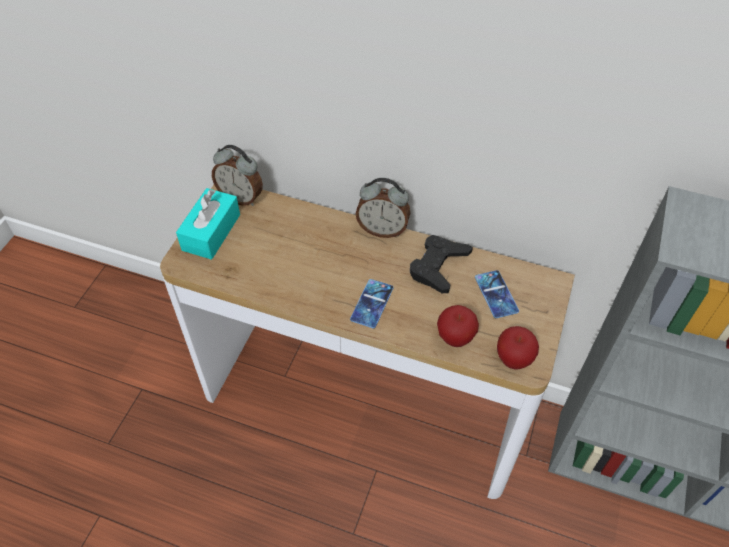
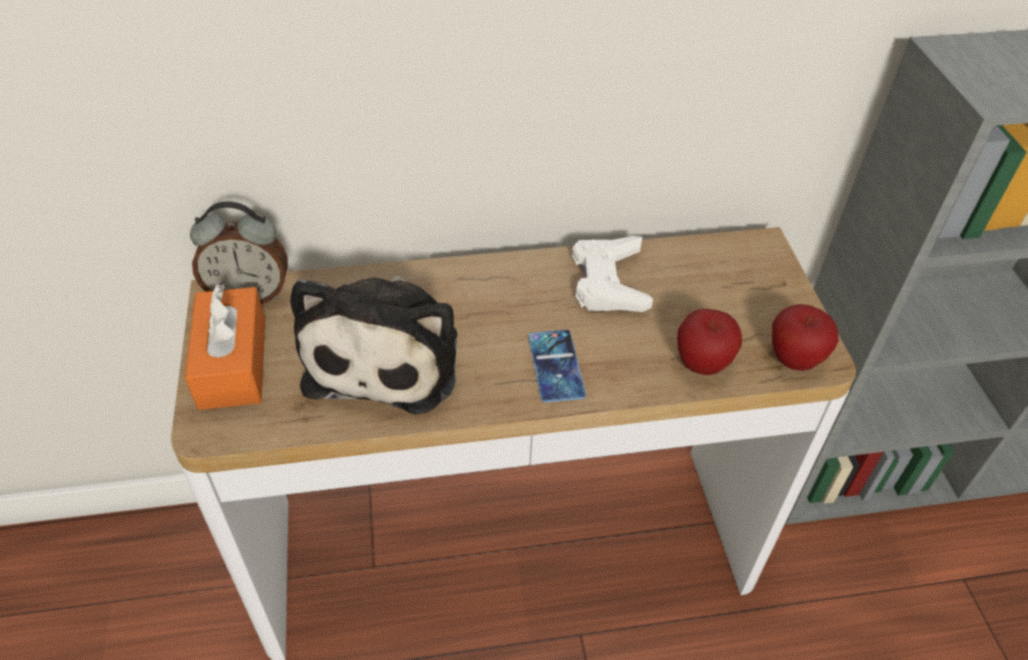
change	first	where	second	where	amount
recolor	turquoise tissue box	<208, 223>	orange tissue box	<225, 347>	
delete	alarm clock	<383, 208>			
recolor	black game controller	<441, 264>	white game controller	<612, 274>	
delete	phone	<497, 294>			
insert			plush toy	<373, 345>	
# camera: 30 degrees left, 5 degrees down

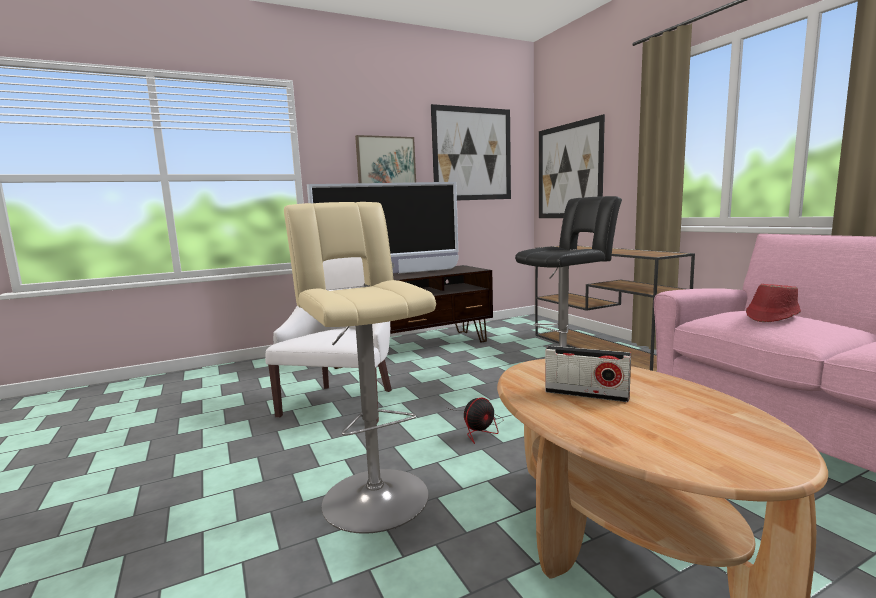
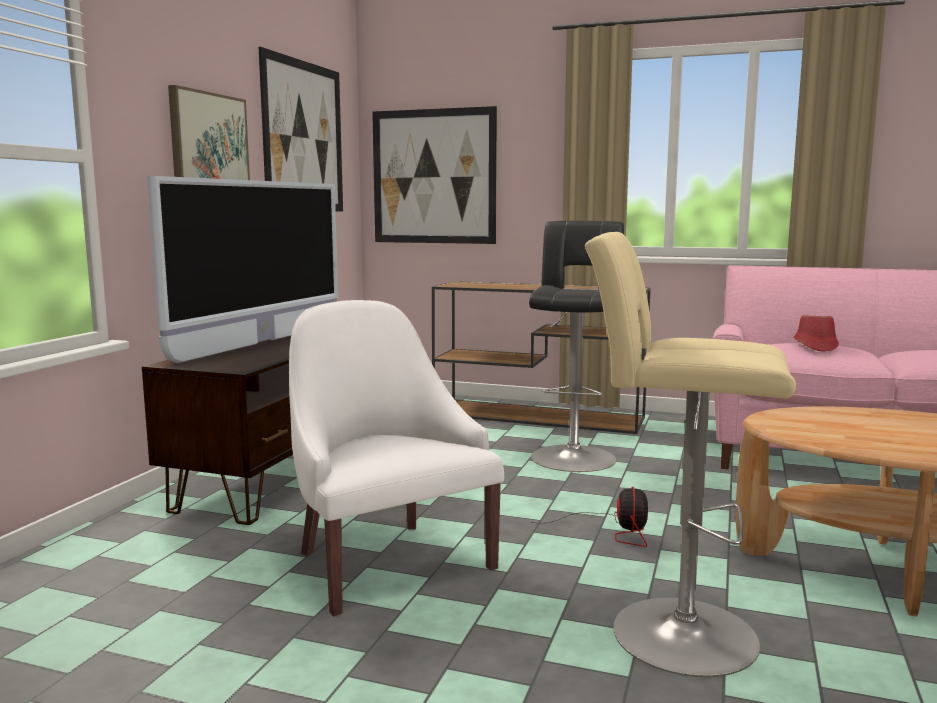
change	first	where	second	where	amount
delete	radio	<588, 374>			
# camera: 45 degrees left, 0 degrees up

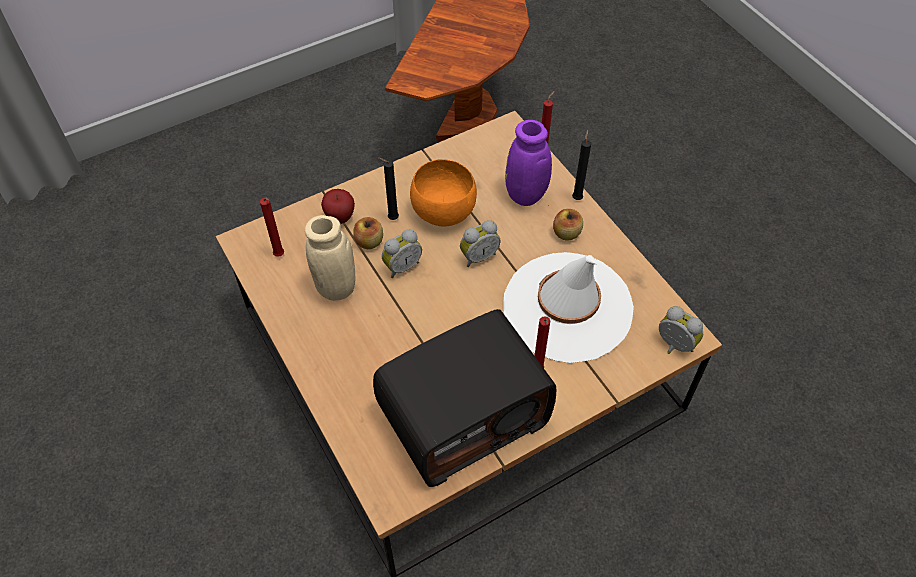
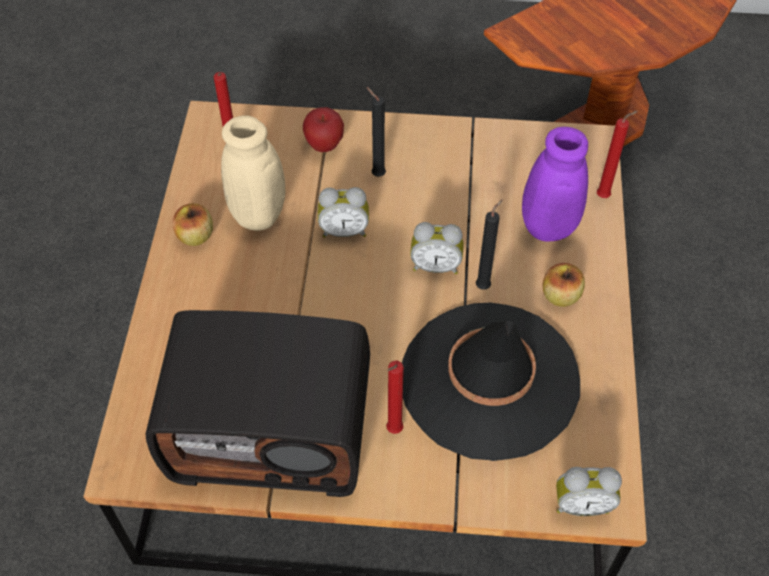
change	first	where	second	where	amount
move	apple	<368, 233>		<193, 224>	
delete	orange bowl	<443, 193>			
recolor	white hat	<568, 307>	black hat	<491, 382>	
move	black candle	<581, 165>		<489, 244>	
rotate	alarm clock	<681, 330>		<589, 491>	105 degrees clockwise
# camera: 35 degrees right, 0 degrees up

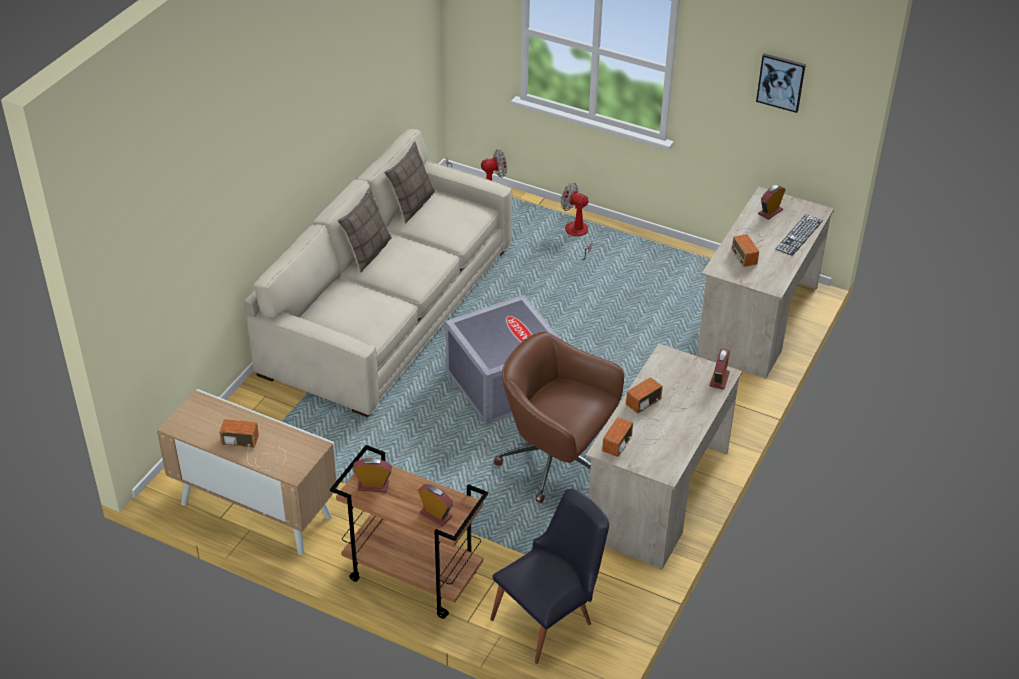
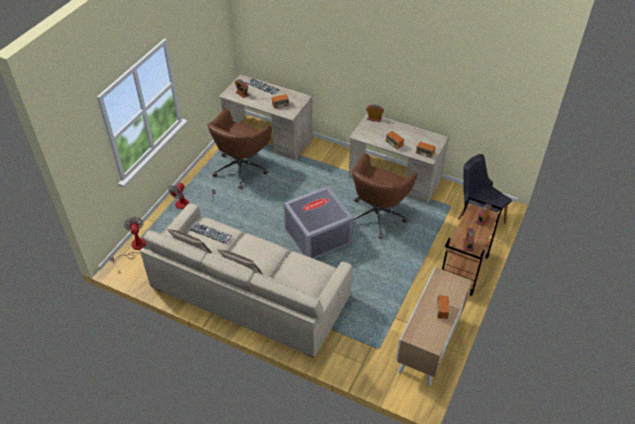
change	first	where	second	where	amount
delete	picture	<781, 83>			
insert			keyboard	<210, 233>	
insert			brown office chair	<239, 149>	
# camera: 90 degrees left, 5 degrees up

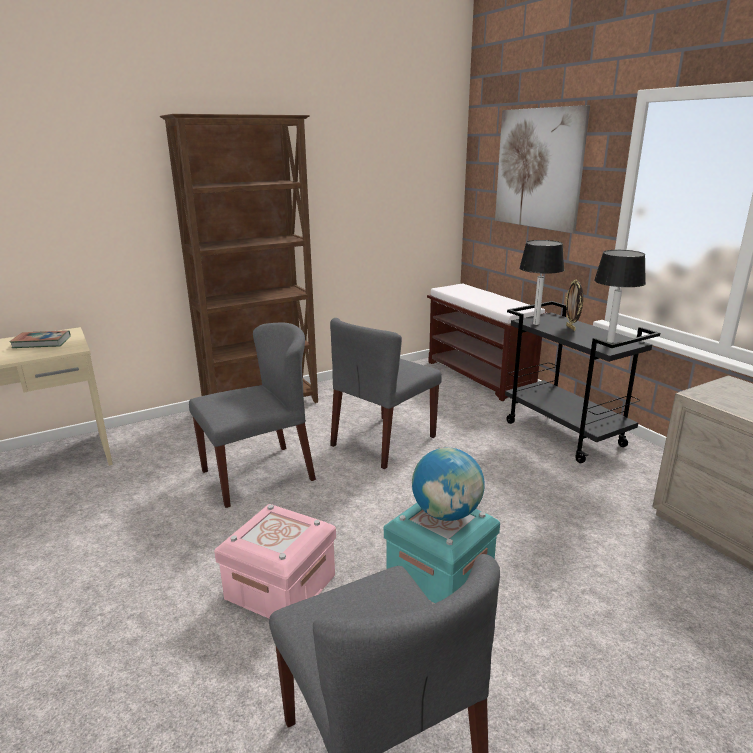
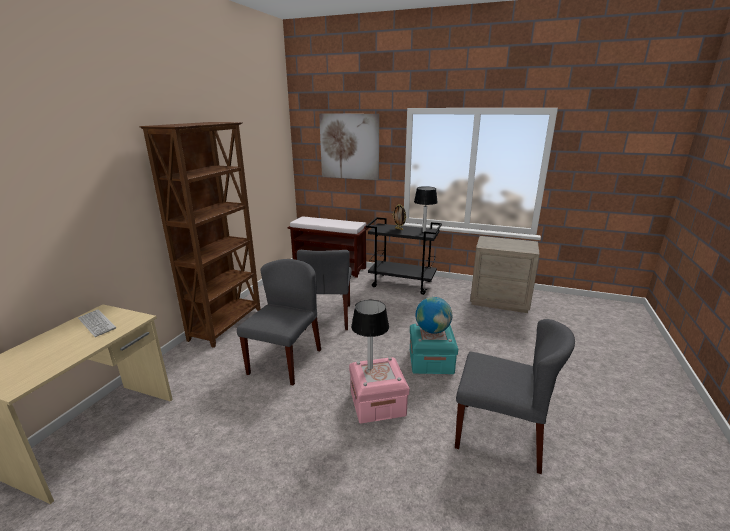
change	first	where	second	where	amount
replace	book	<40, 339>	keyboard	<97, 323>	
move	table lamp	<541, 282>		<370, 335>	
# camera: 40 degrees left, 0 degrees up

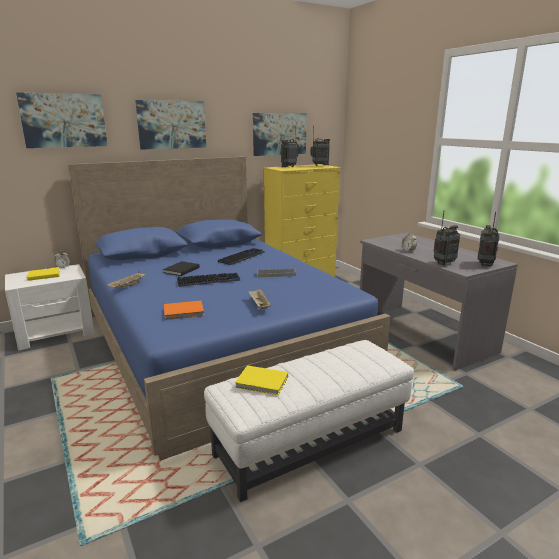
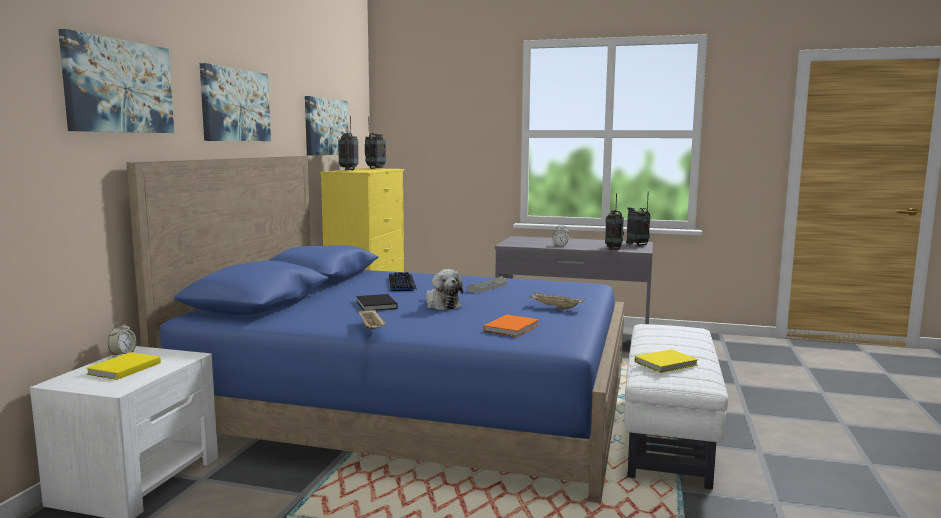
change	first	where	second	where	amount
replace	keyboard	<208, 280>	plush toy	<444, 289>	
# camera: 45 degrees left, 10 degrees down

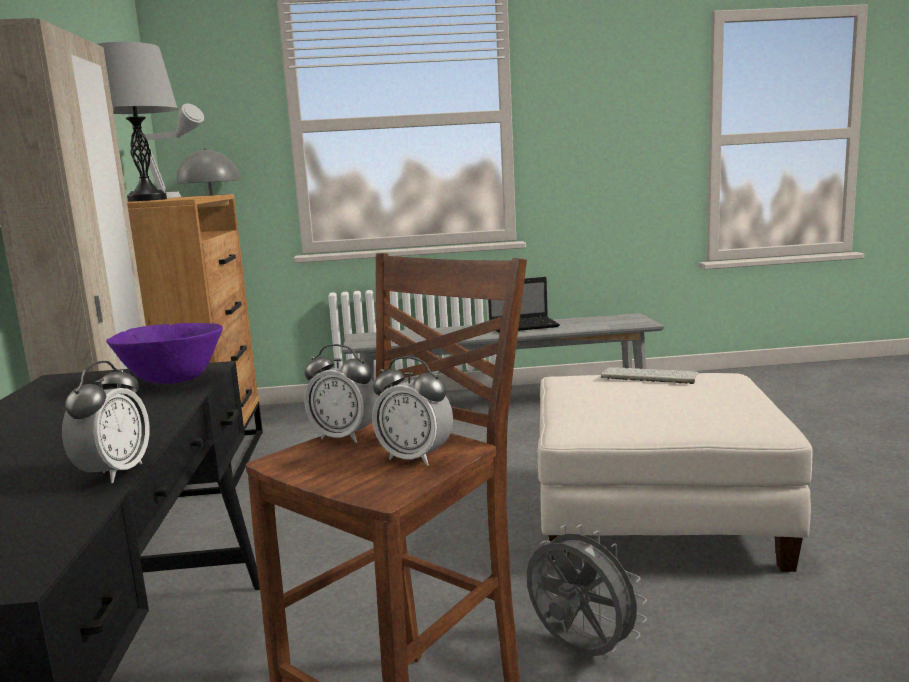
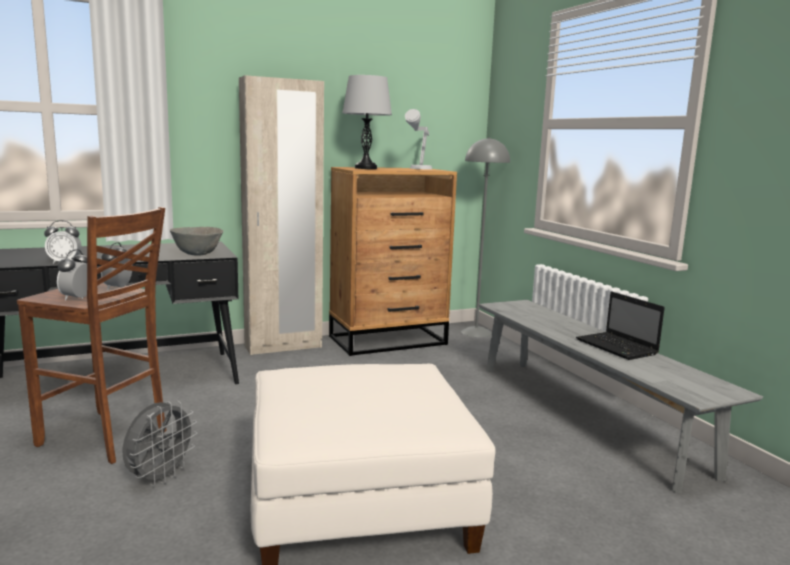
change	first	where	second	where	amount
recolor	purple bowl	<164, 353>	grey bowl	<197, 241>	
delete	keyboard	<649, 375>			
# camera: 70 degrees right, 0 degrees up

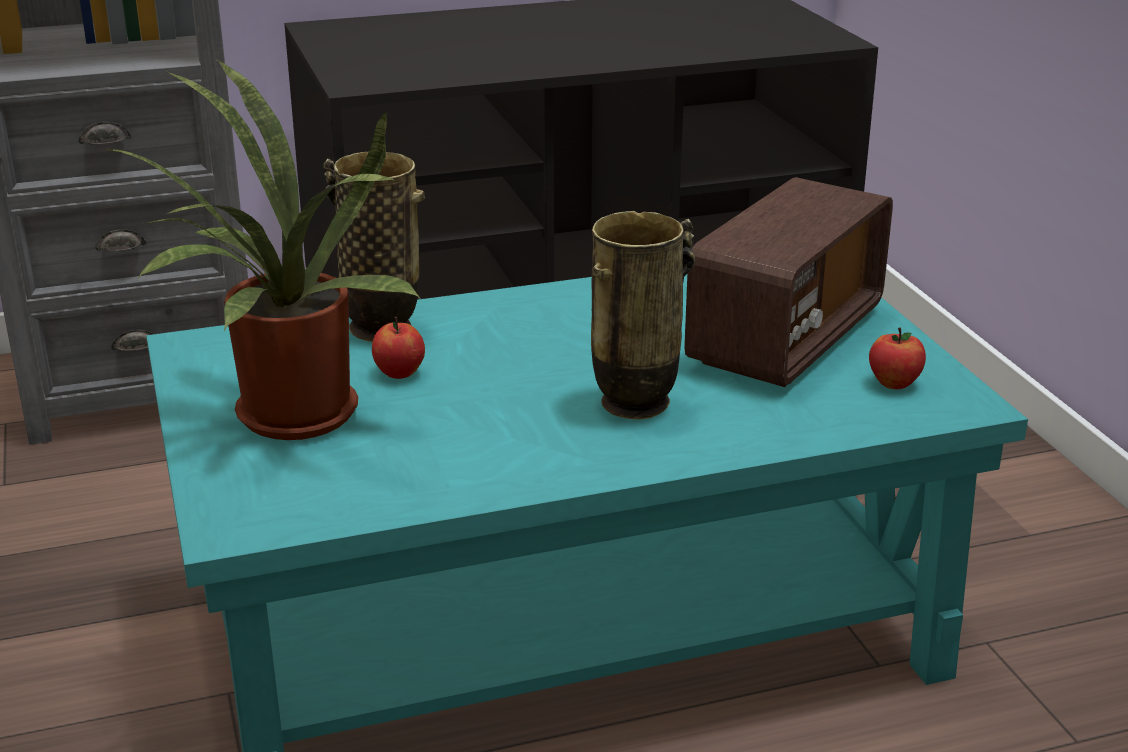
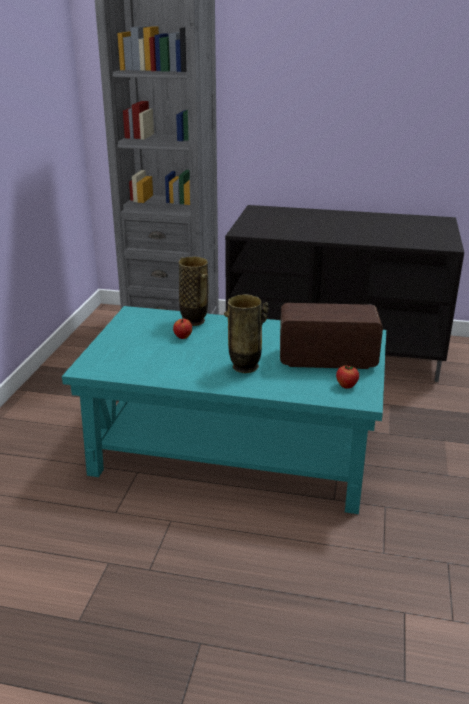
change	first	where	second	where	amount
delete	potted plant	<261, 249>			
rotate	radio	<788, 282>		<331, 336>	150 degrees counterclockwise
# camera: 30 degrees right, 0 degrees up

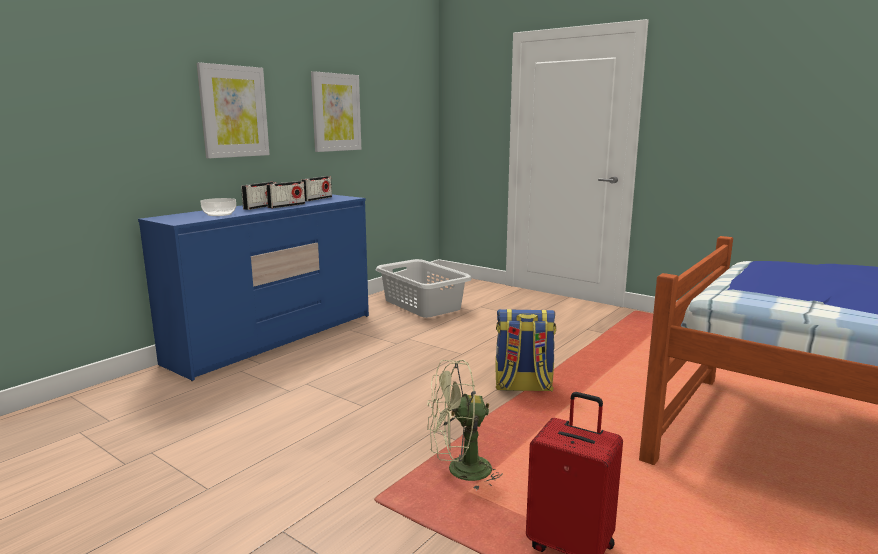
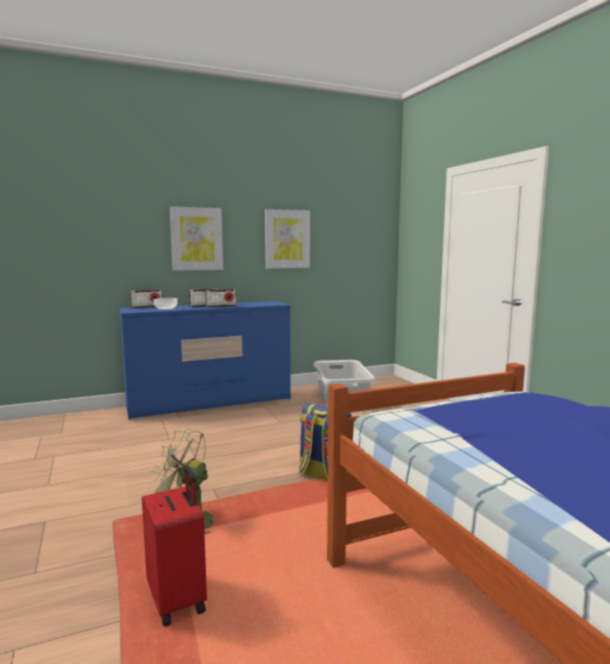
change	first	where	second	where	amount
move	radio	<316, 188>		<146, 299>	
# camera: 30 degrees right, 5 degrees down

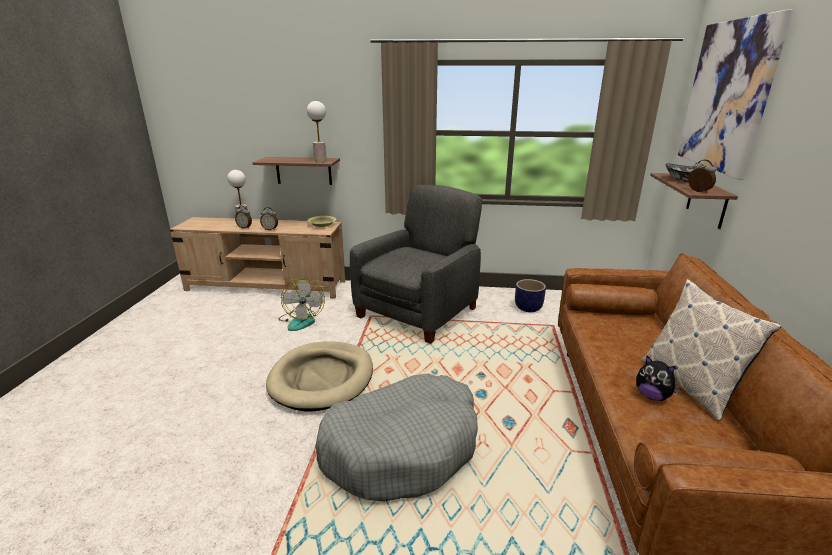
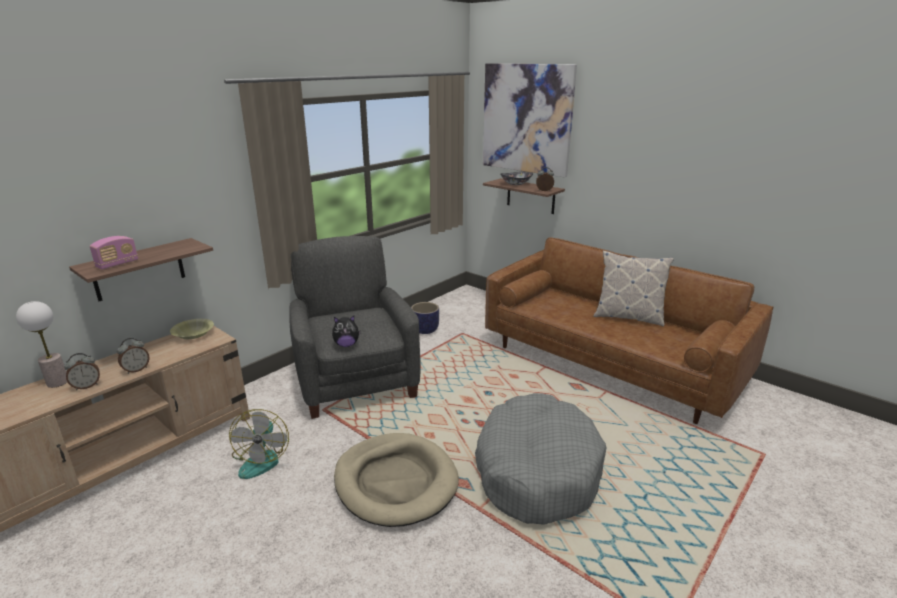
change	first	where	second	where	amount
rotate	fan	<302, 305>		<259, 444>	60 degrees clockwise
delete	table lamp	<317, 131>			
move	plush toy	<658, 378>		<346, 331>	
insert			radio	<114, 253>	
# camera: 55 degrees left, 0 degrees up

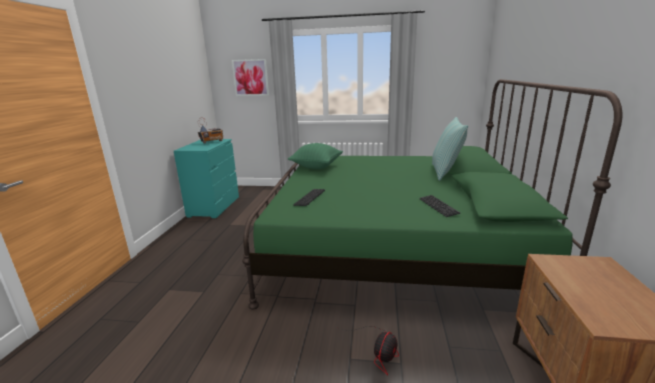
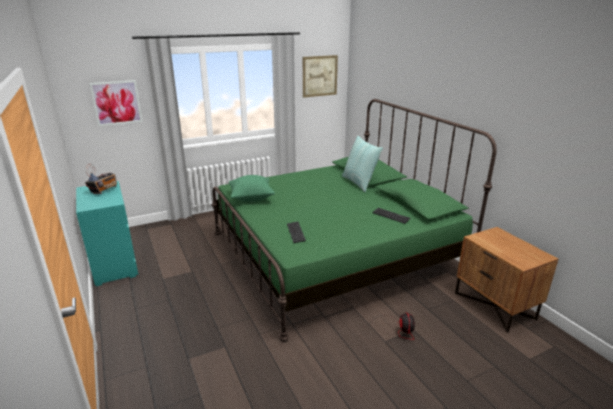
change	first	where	second	where	amount
insert			picture	<320, 76>	
# camera: 35 degrees left, 5 degrees up

